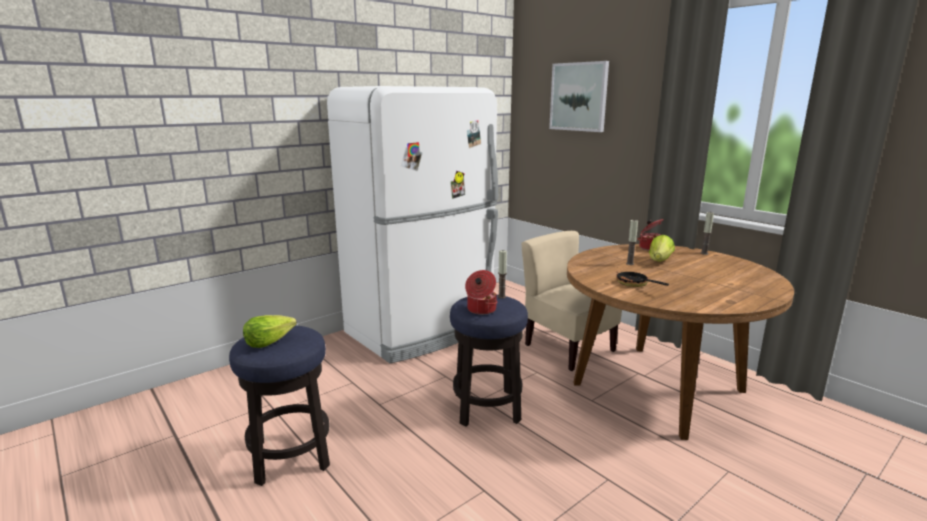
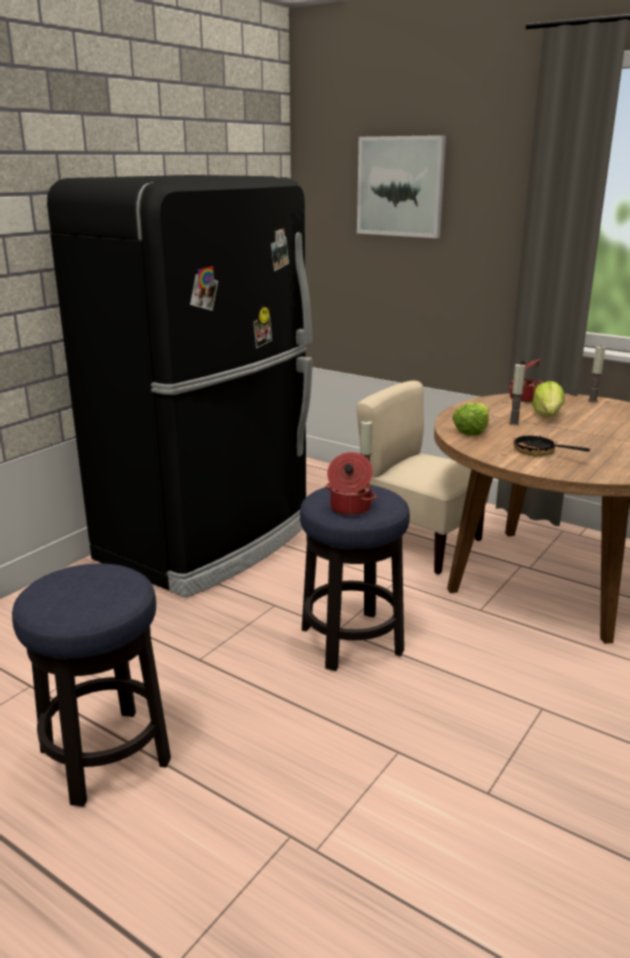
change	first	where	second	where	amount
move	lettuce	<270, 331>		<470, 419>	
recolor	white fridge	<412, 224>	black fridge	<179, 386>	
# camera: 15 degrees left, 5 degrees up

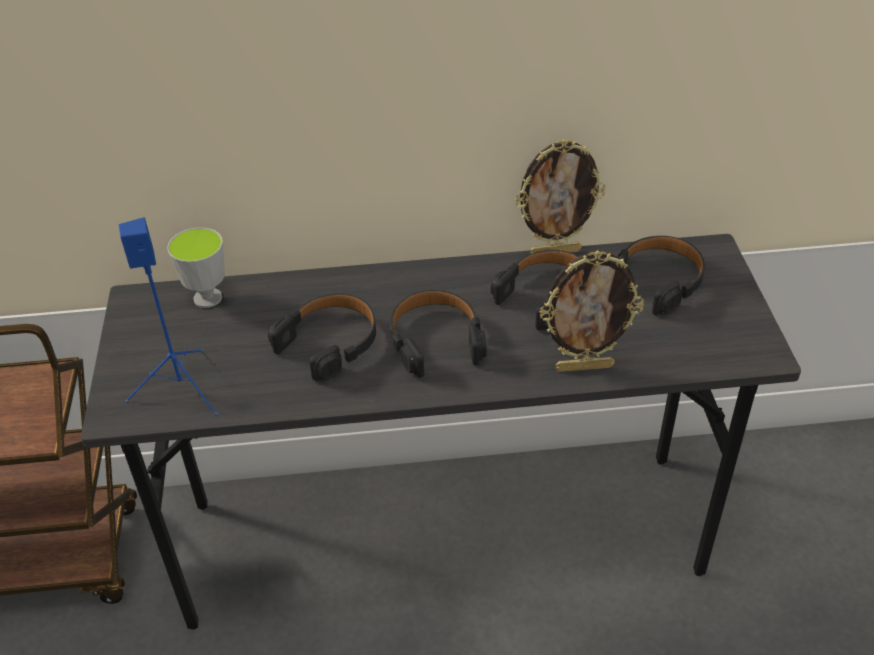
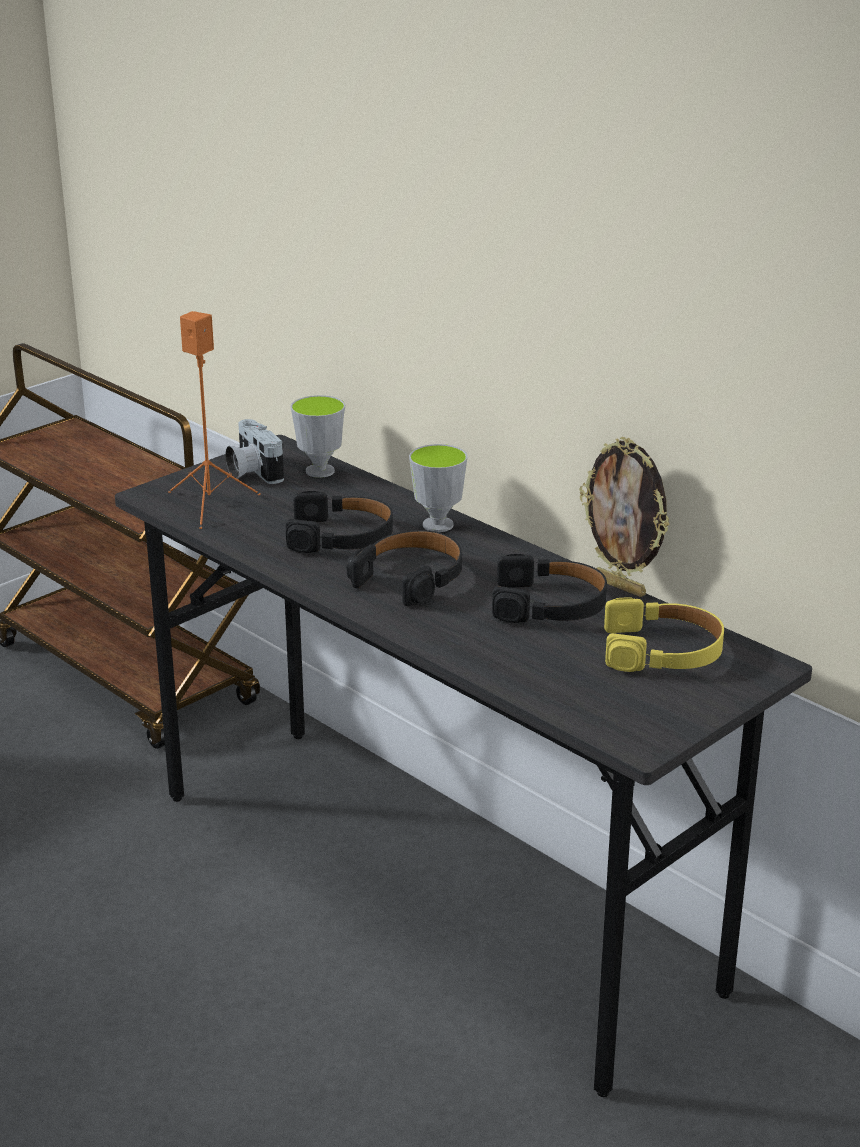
change	first	where	second	where	amount
recolor	blue speaker	<168, 316>	orange speaker	<214, 420>	
delete	picture frame	<591, 311>			
recolor	black headphones	<661, 275>	yellow headphones	<664, 634>	
insert			photo camera	<255, 451>	
insert			cup	<438, 488>	
# camera: 50 degrees right, 15 degrees down

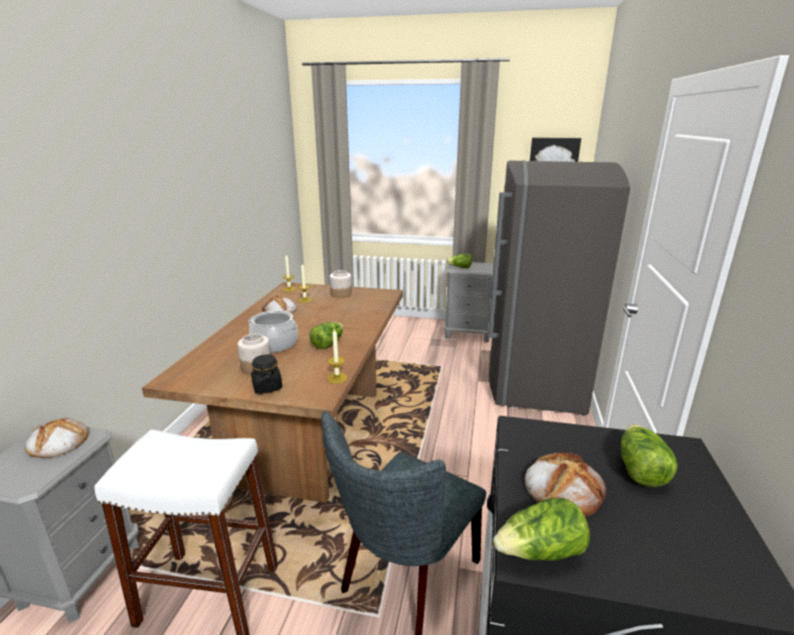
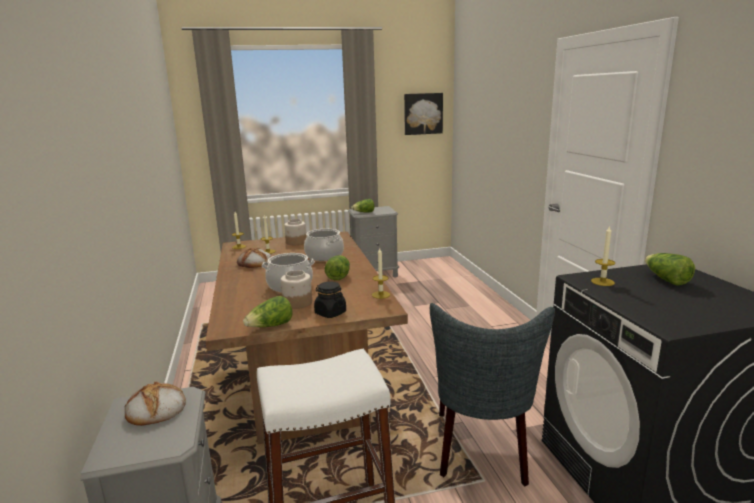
change	first	where	second	where	amount
delete	grey fridge	<559, 288>			
move	lettuce	<541, 529>		<268, 311>	
delete	bread	<565, 484>			
insert			cooking pot	<324, 245>	
insert			candle	<603, 255>	
# camera: 25 degrees left, 5 degrees down

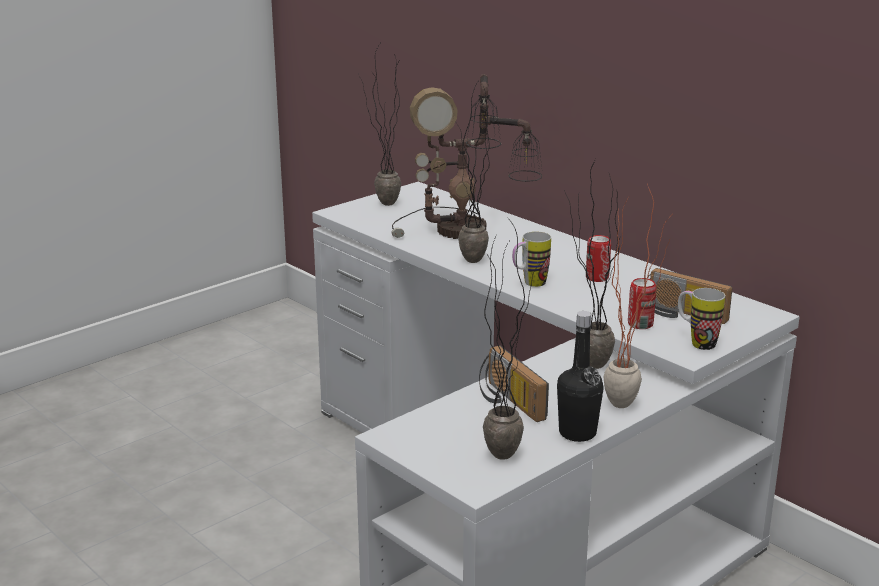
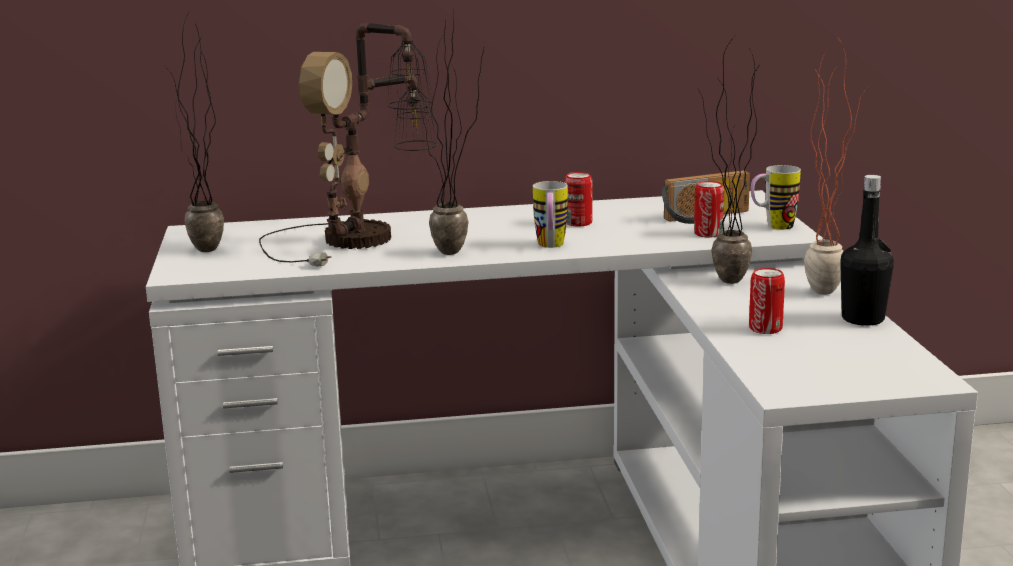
change	first	where	second	where	amount
replace	radio	<514, 383>	can	<767, 301>	
delete	potted plant	<511, 338>			
# camera: 55 degrees left, 5 degrees down

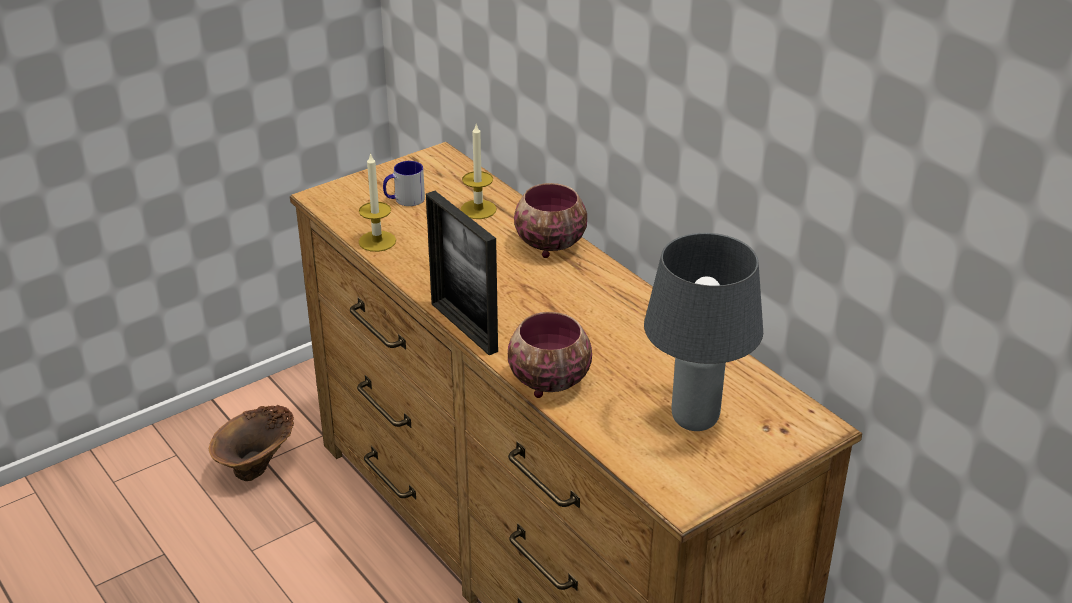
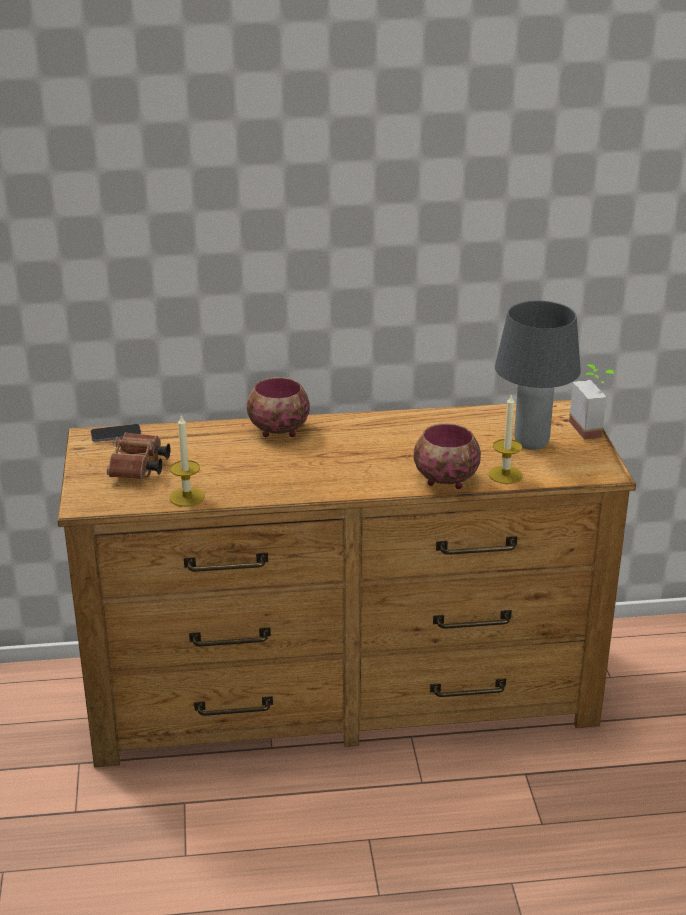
change	first	where	second	where	amount
delete	brown vase	<251, 443>			
replace	mug	<404, 183>	brown binoculars	<138, 455>	
delete	picture frame	<462, 273>			
move	candle	<478, 171>		<506, 438>	
insert			phone	<116, 433>	
insert			potted plant	<592, 402>	
# camera: 60 degrees left, 5 degrees down

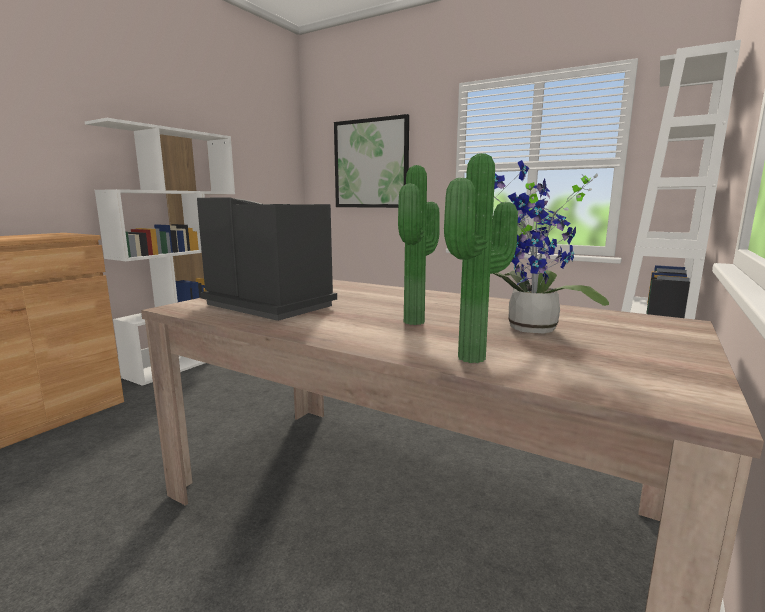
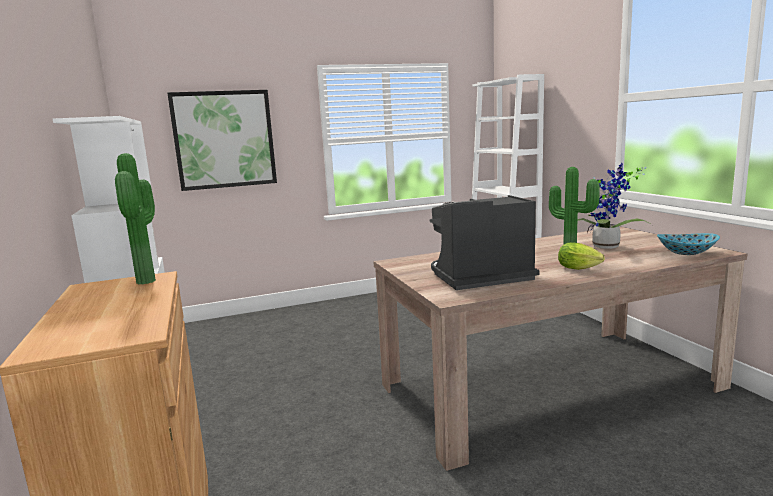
change	first	where	second	where	amount
move	potted plant	<481, 258>		<135, 218>	
insert			lettuce	<581, 256>	
insert			bowl	<688, 244>	
# camera: 50 degrees left, 0 degrees up

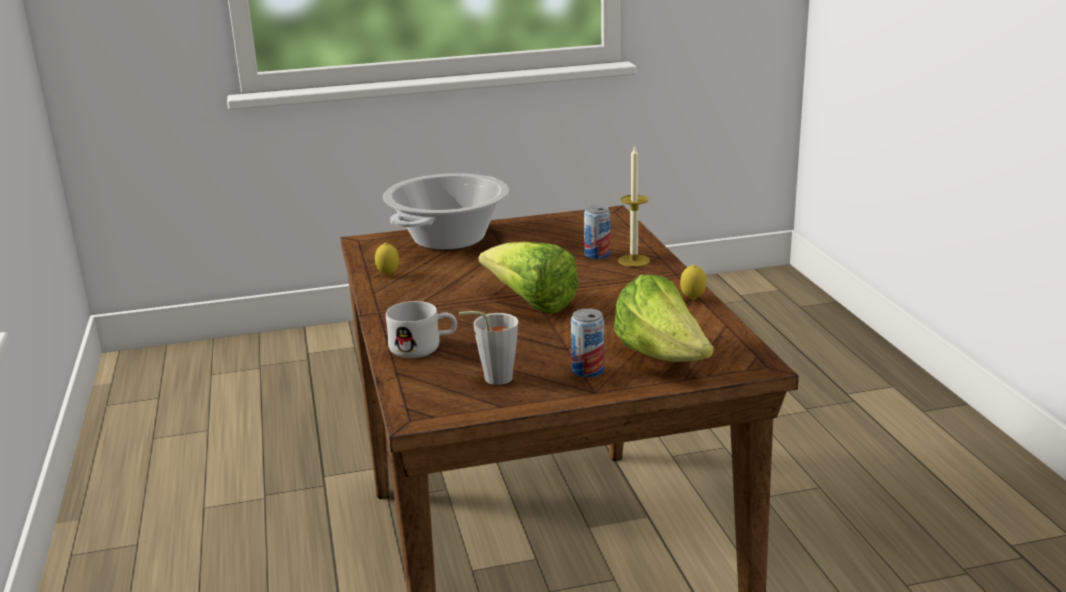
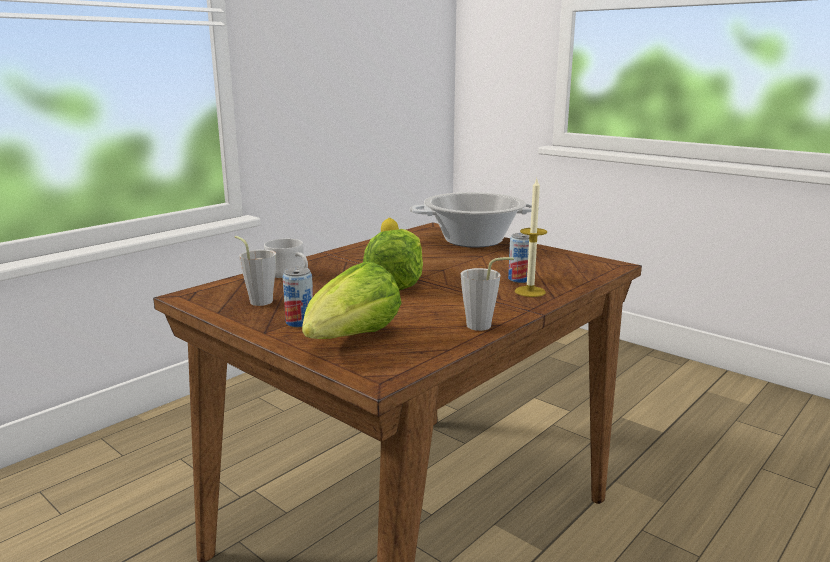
change	first	where	second	where	amount
replace	lemon	<693, 282>	grey cup	<487, 294>	
# camera: 55 degrees right, 5 degrees down

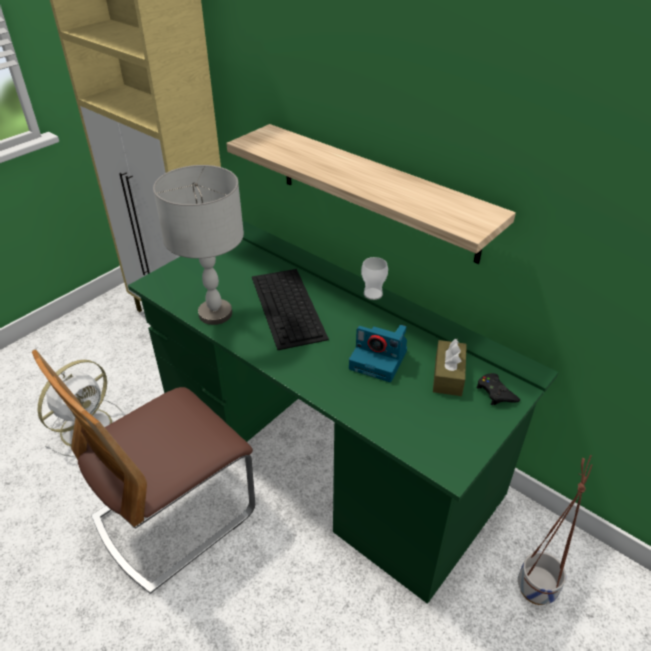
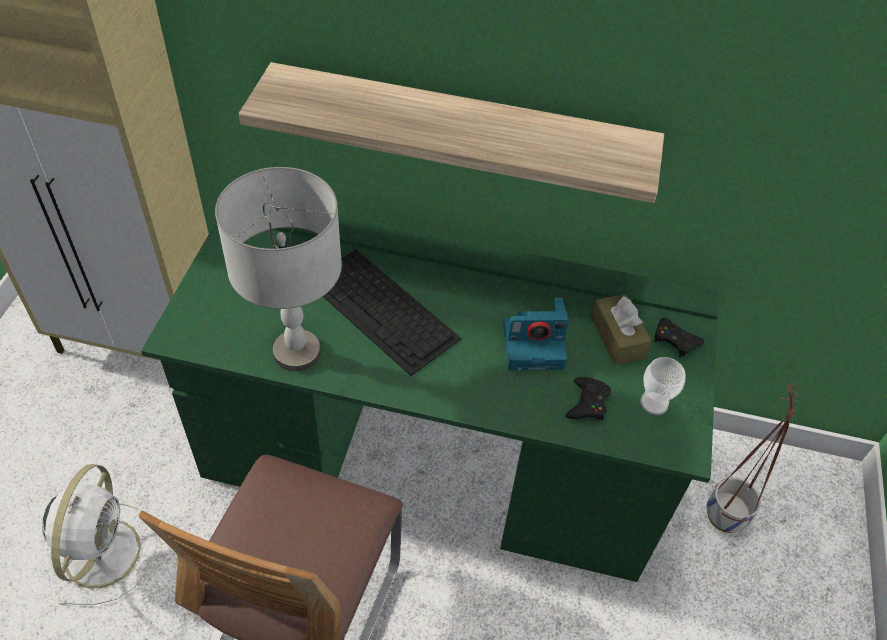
change	first	where	second	where	amount
move	cup	<374, 278>		<662, 386>	
insert			black game controller	<588, 398>	
# camera: 30 degrees left, 10 degrees up

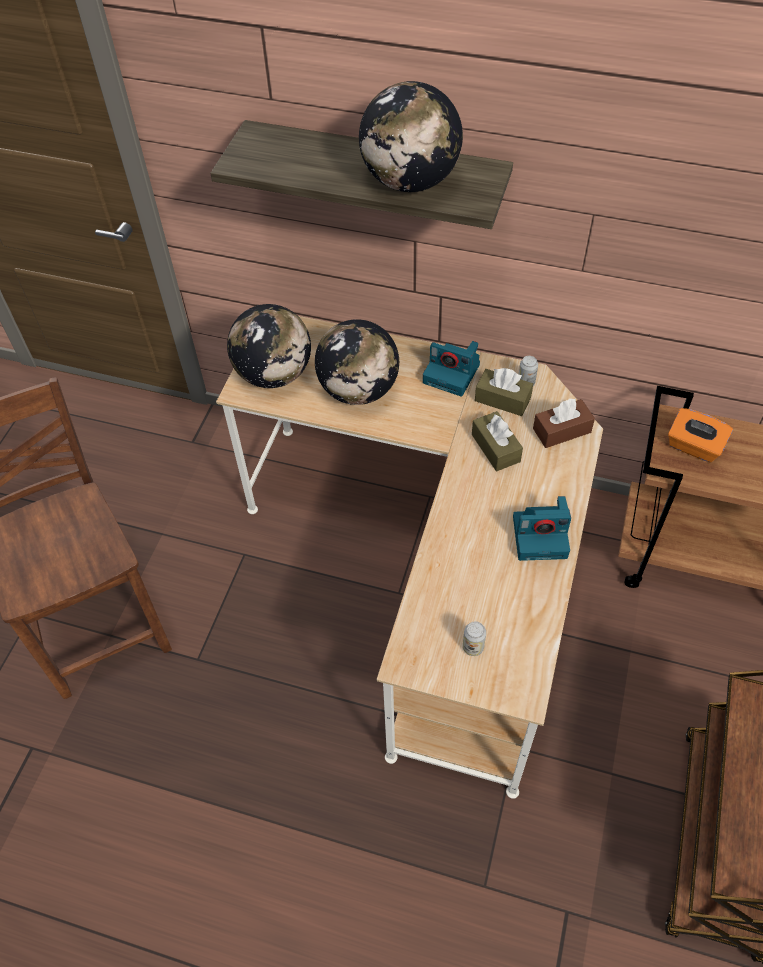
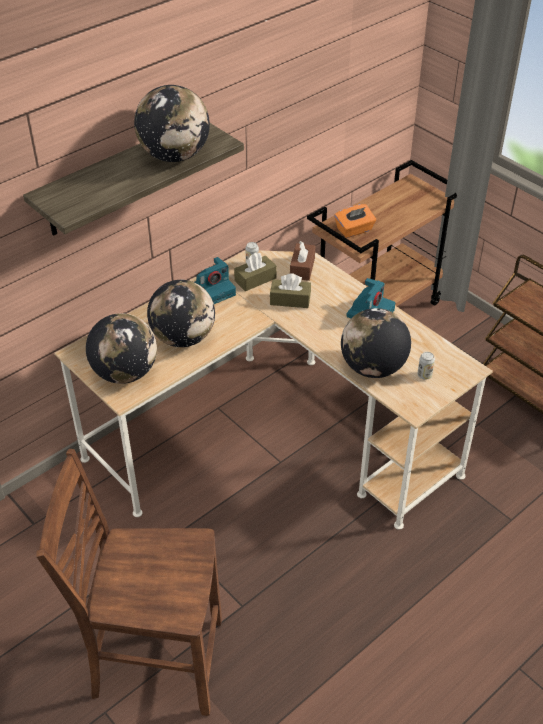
change	first	where	second	where	amount
insert			globe	<376, 343>	
# camera: 60 degrees left, 10 degrees down

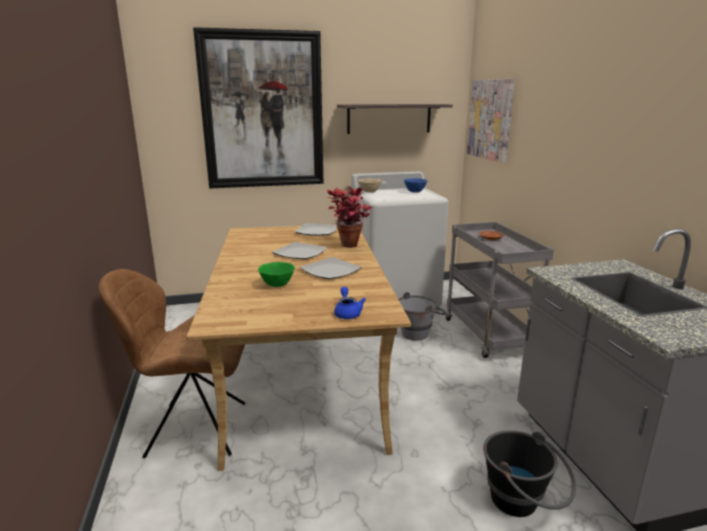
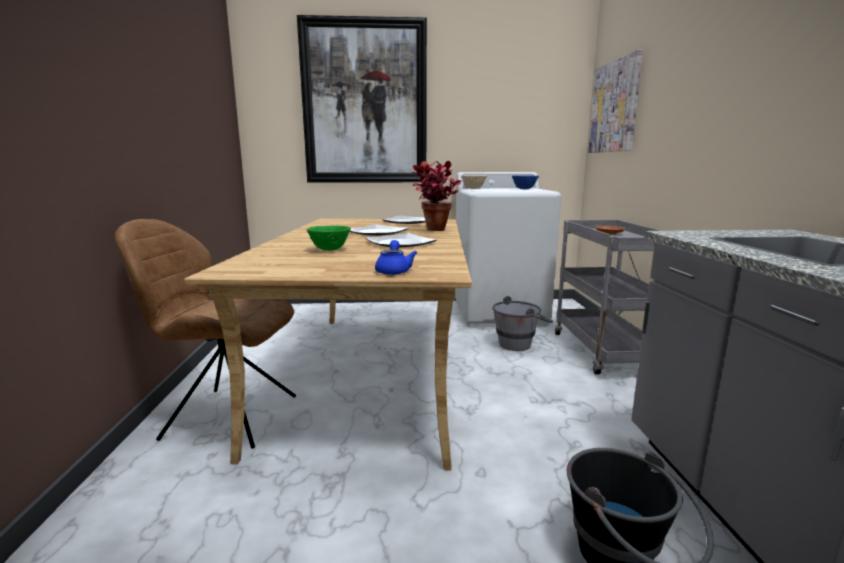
change	first	where	second	where	amount
delete	shelf	<395, 119>			
# camera: 10 degrees right, 5 degrees down

